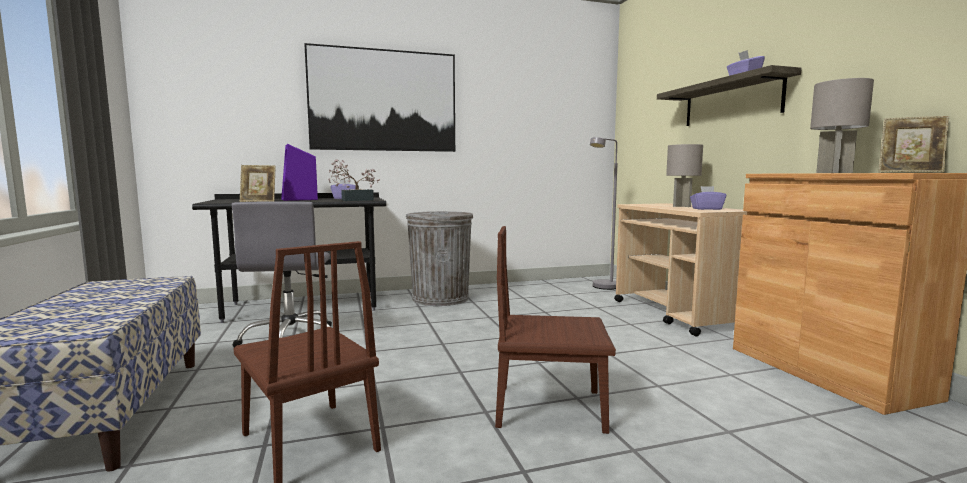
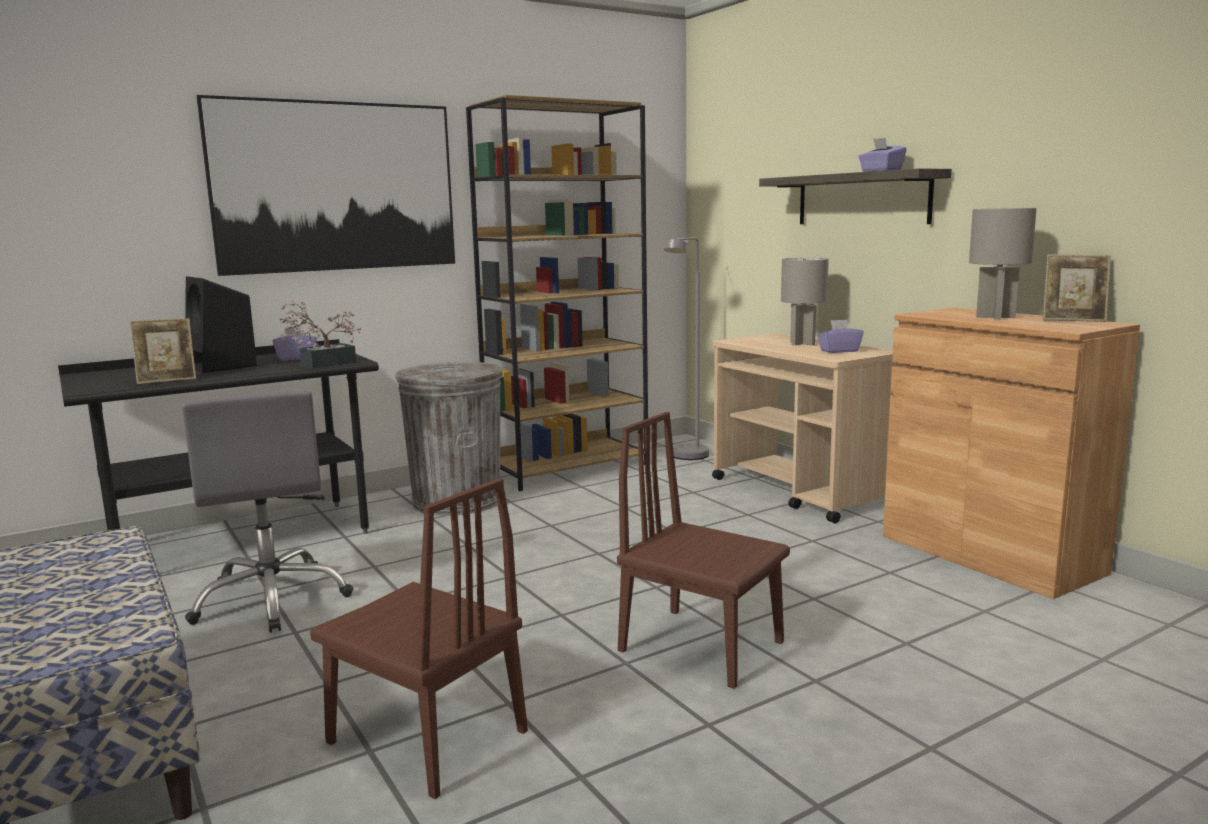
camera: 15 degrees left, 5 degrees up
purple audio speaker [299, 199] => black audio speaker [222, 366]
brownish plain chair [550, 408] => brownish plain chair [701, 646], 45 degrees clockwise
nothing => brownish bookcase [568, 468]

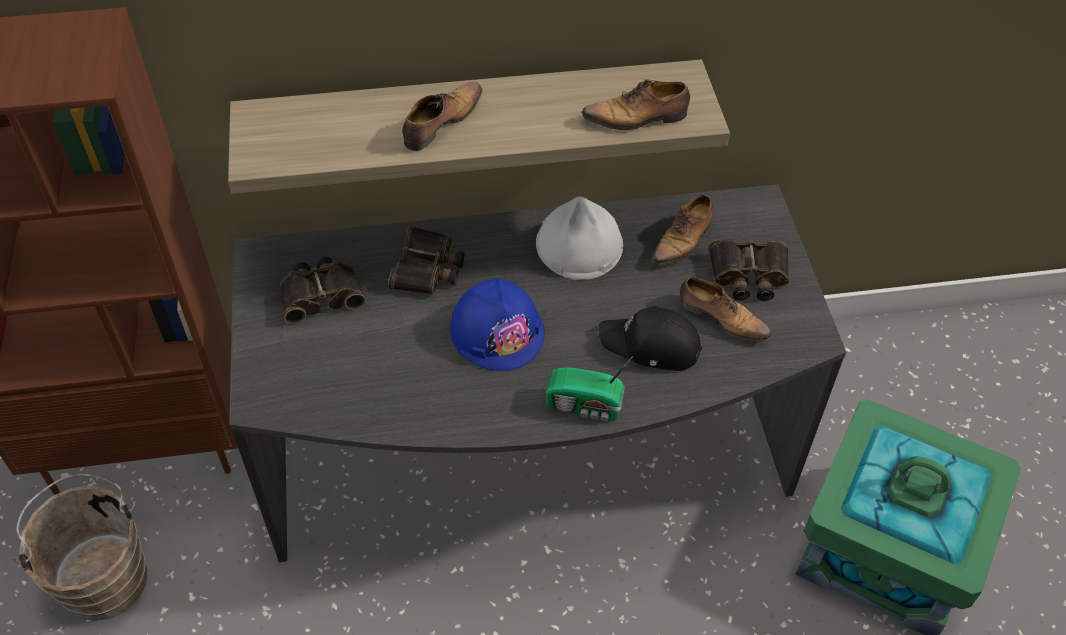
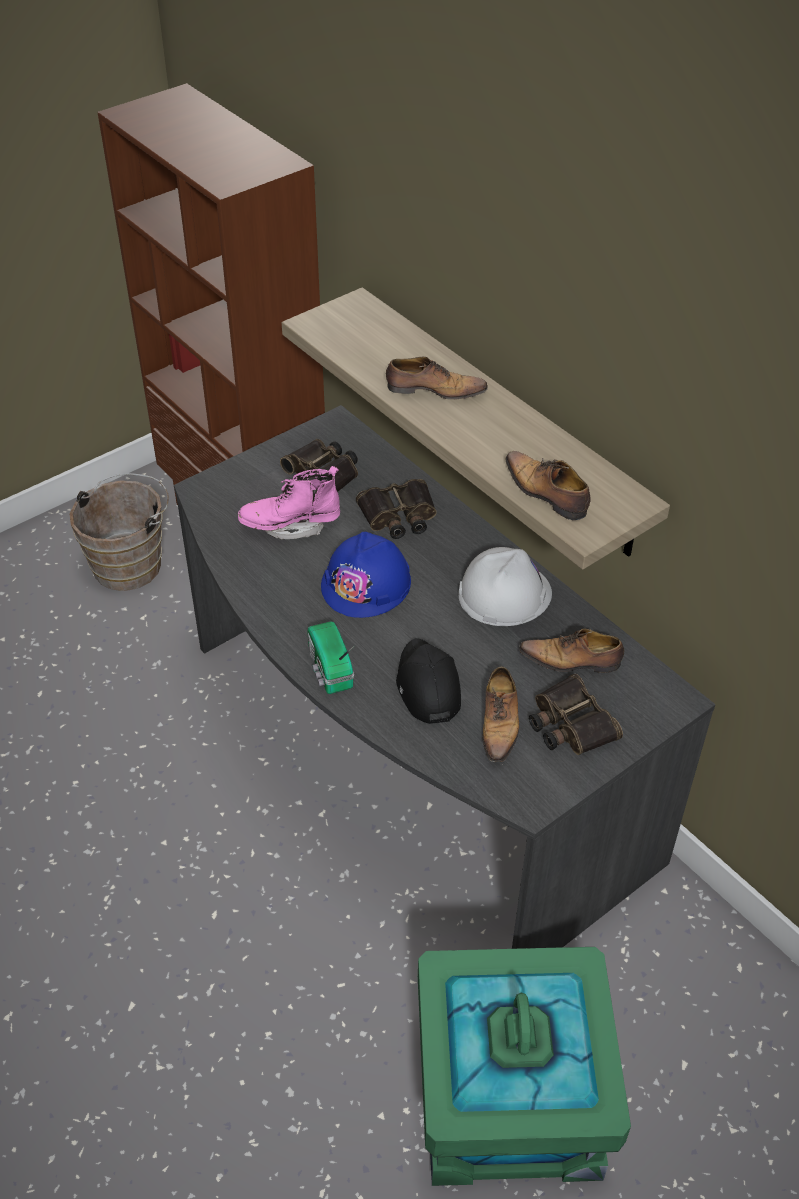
camera: 60 degrees right, 5 degrees down
nothing => pink high-top boot [291, 525]

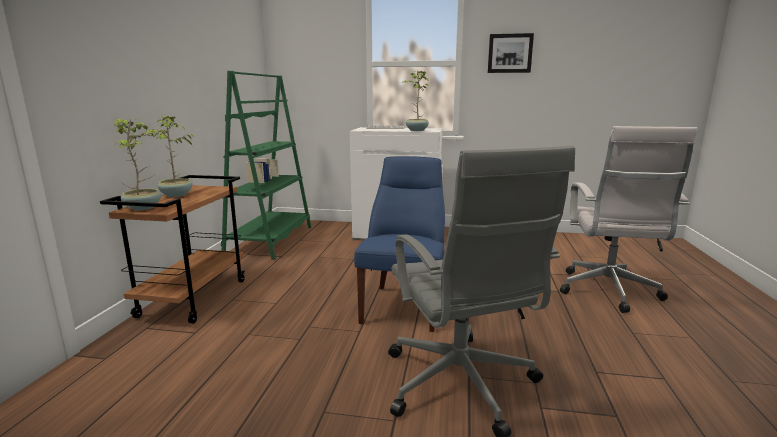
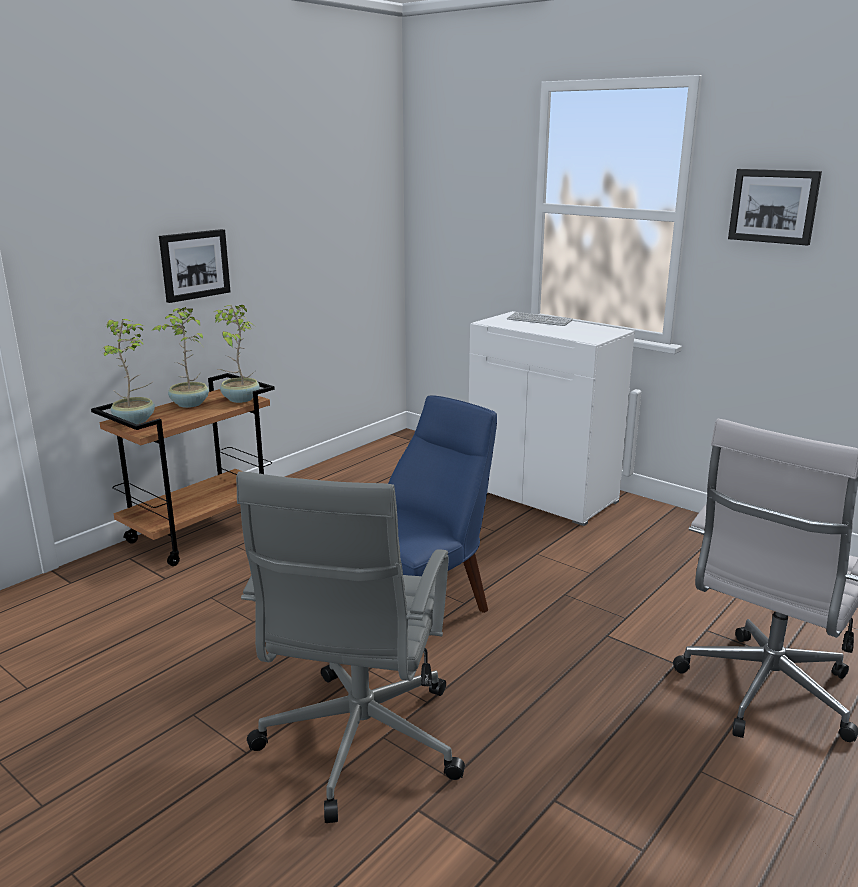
camera: 30 degrees right, 5 degrees up
green-coloured bookcase [271, 241] => nothing
potted plant [416, 130] => potted plant [239, 399], shifted
nothing => wall picture [194, 265]

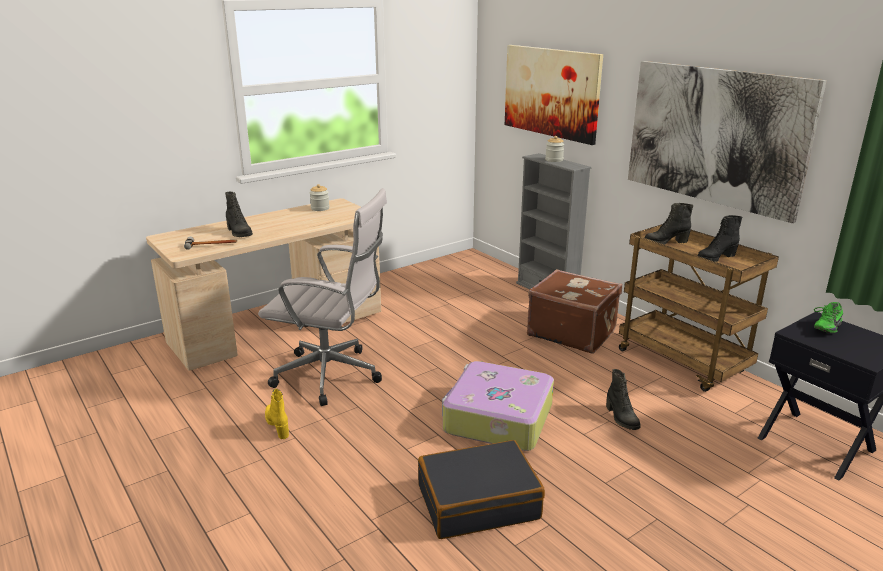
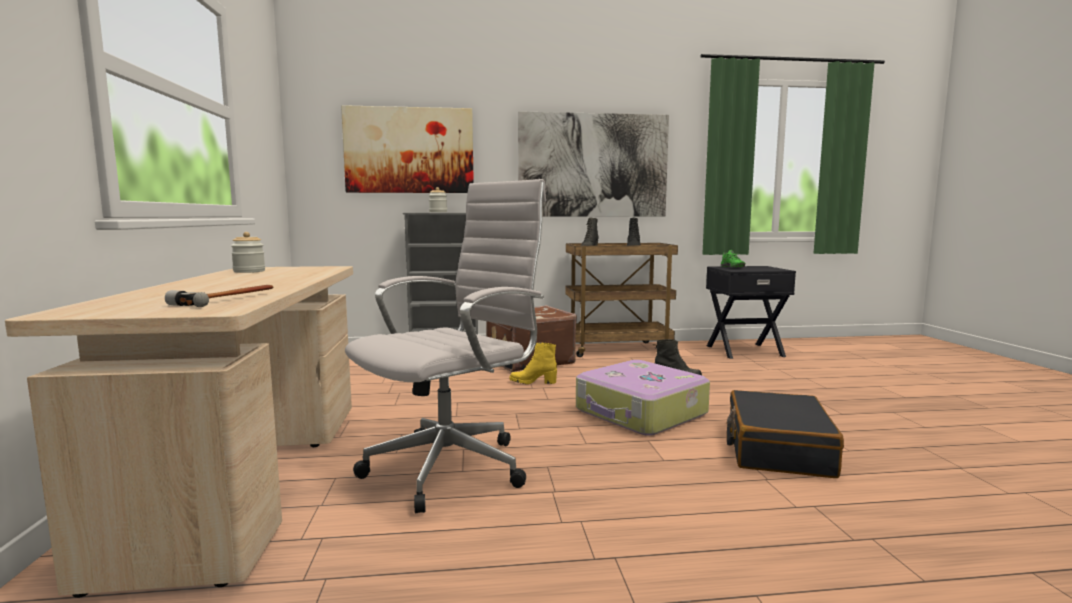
camera: 60 degrees left, 15 degrees down
black high-top boot [239, 233] => nothing
yellow high-top boot [278, 425] => yellow high-top boot [533, 382], shifted

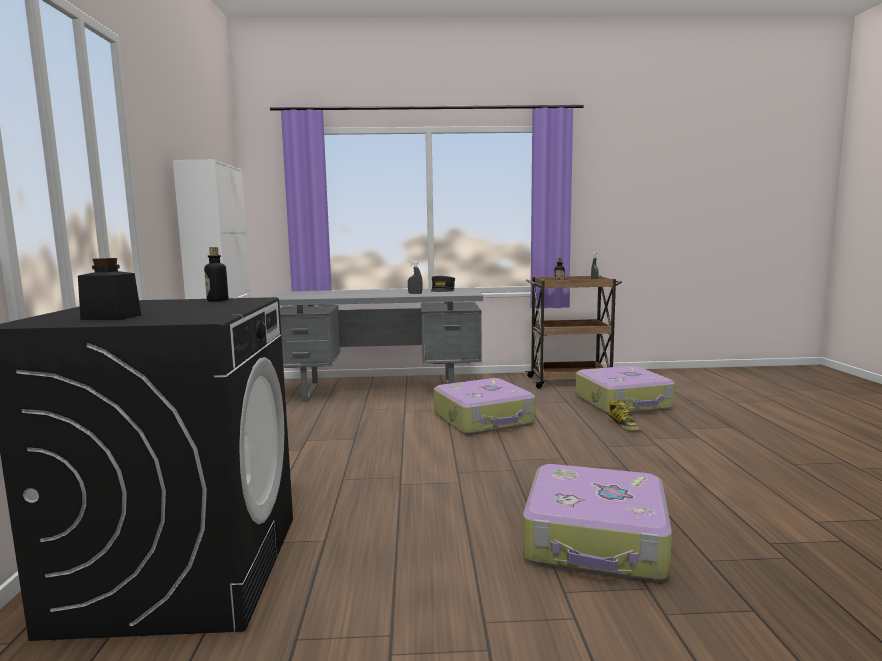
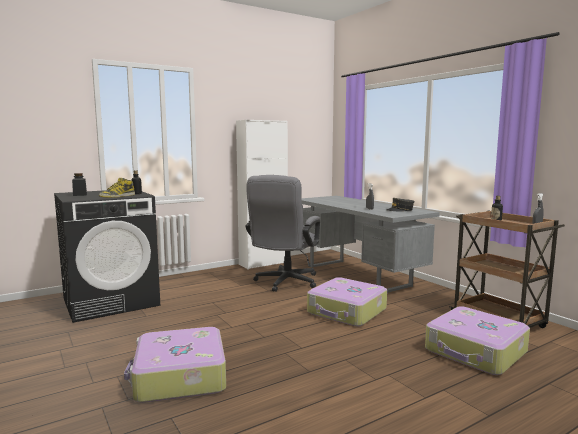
camera: 60 degrees right, 0 degrees up
high-top boot [623, 425] => high-top boot [117, 196], shifted
nothing => greyish office chair [284, 283]

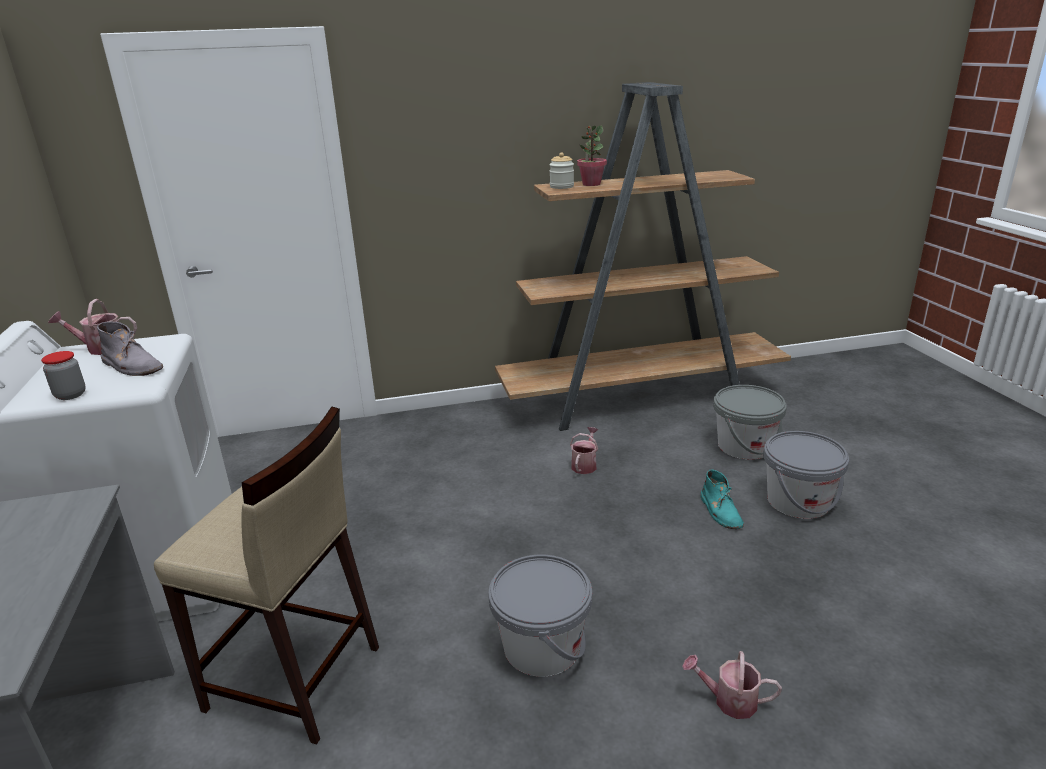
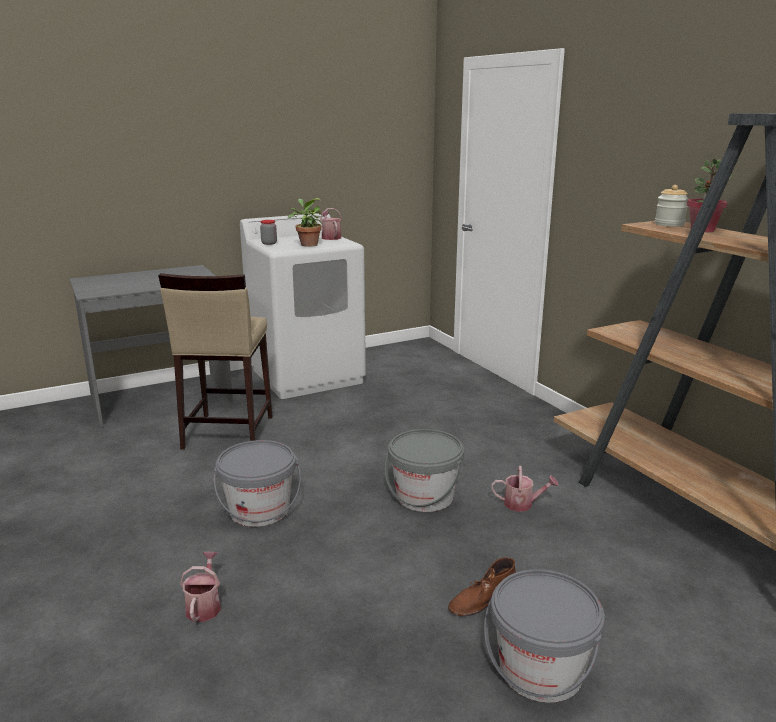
camera: 75 degrees right, 5 degrees down
greyish high-top boot [132, 366] => potted plant [307, 244]
turquoise high-top boot [720, 511] => brownish high-top boot [482, 600]
greyish water bucket [744, 446] => greyish water bucket [424, 496], shifted

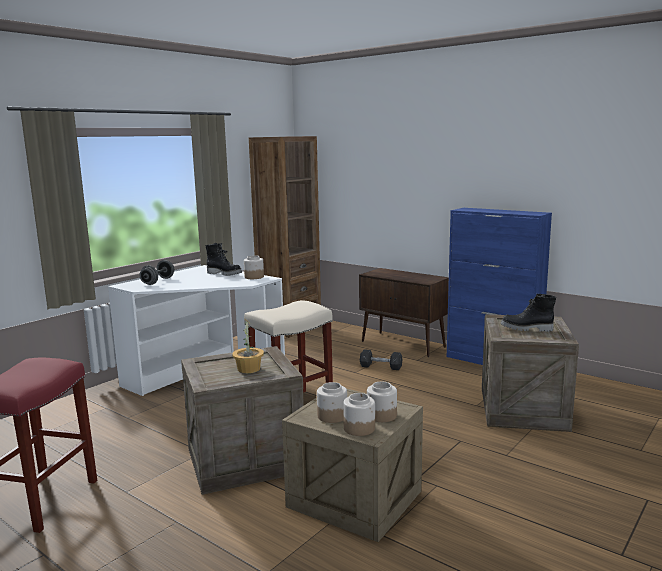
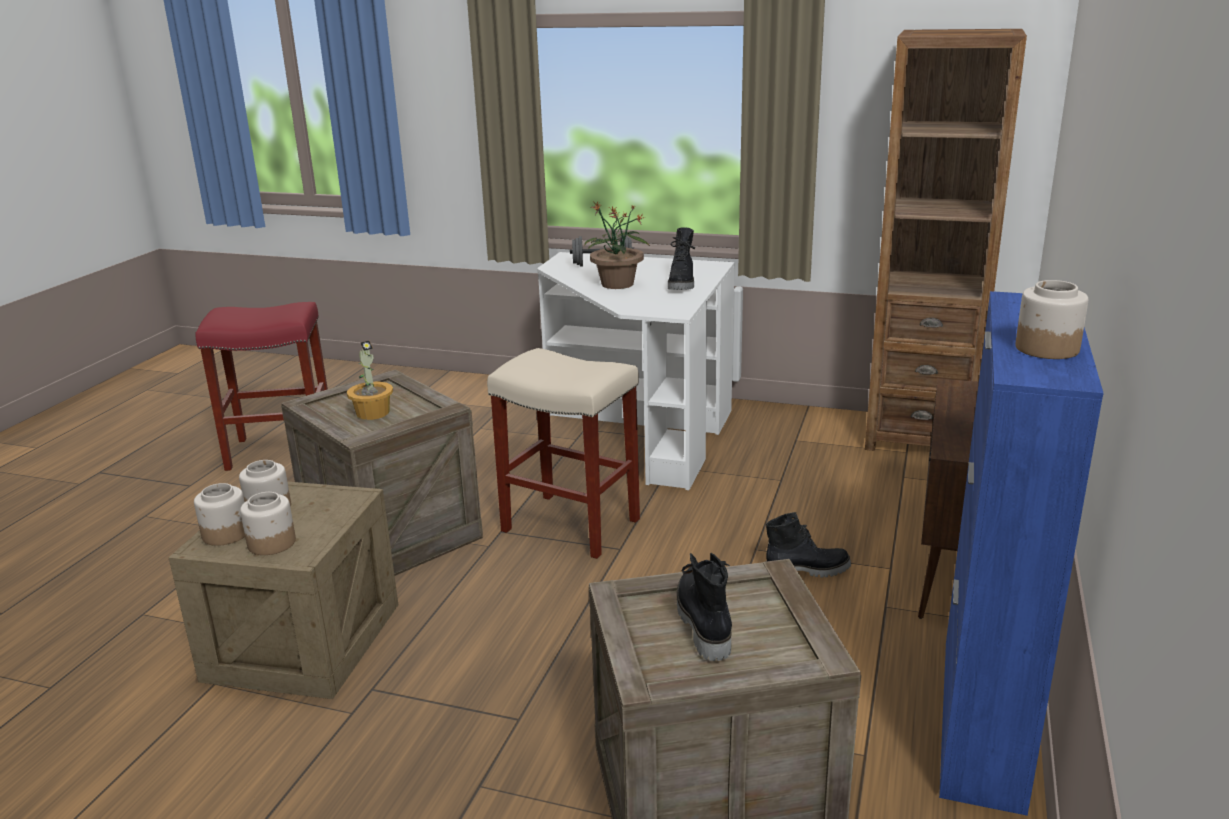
camera: 70 degrees right, 10 degrees up
storage jar [254, 277] => storage jar [1046, 348], shifted
greyish free weight [381, 367] => black high-top boot [807, 570]
nothing => potted plant [617, 284]

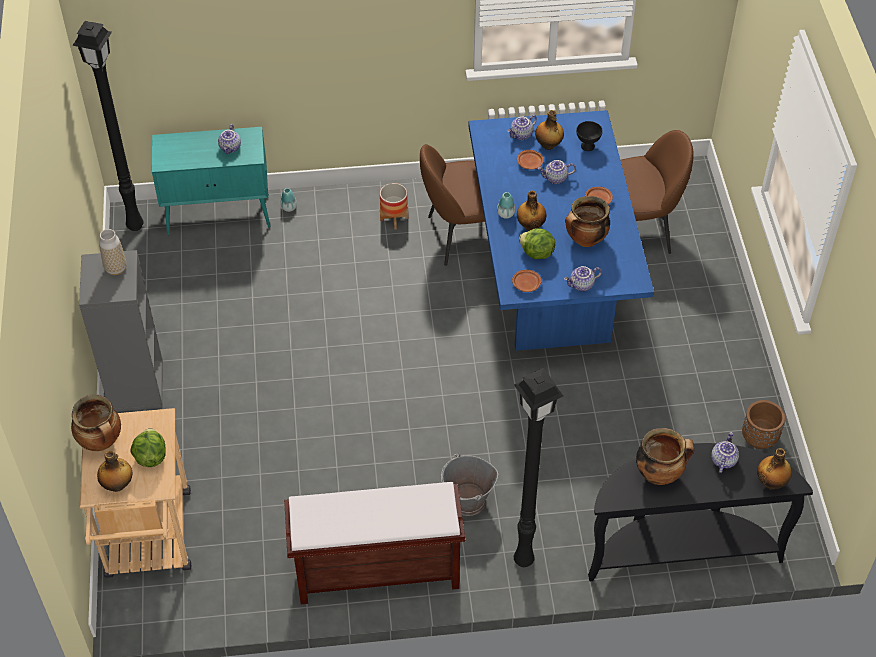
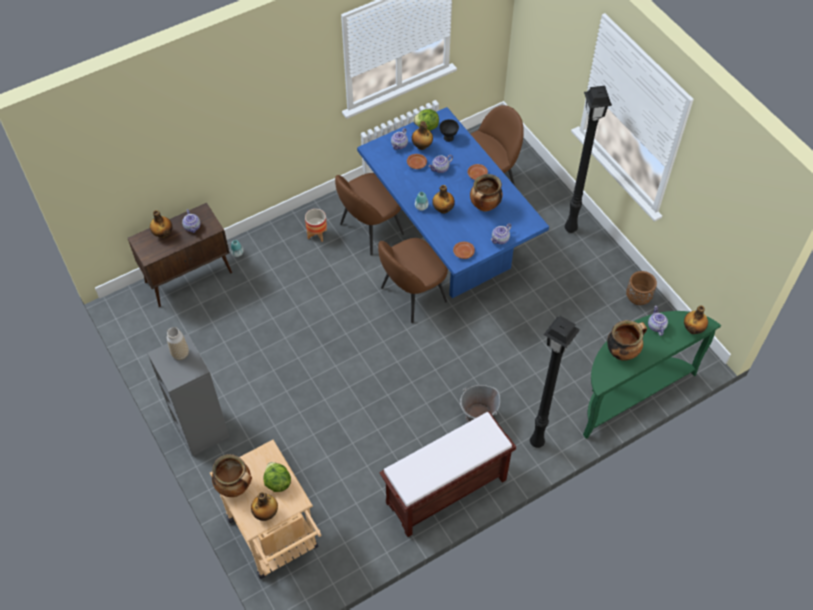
camera: 25 degrees left, 5 degrees up
black standard lamp [134, 225] => black standard lamp [569, 228], shifted
turquoise storage cabinet [219, 214] => brownish storage cabinet [189, 277]
head of lettuce [536, 253] => head of lettuce [426, 127], shifted
black console table [680, 548] => green-coloured console table [630, 392]
nothing => beverage bottle [163, 234]
nothing => brownish plain chair [412, 295]

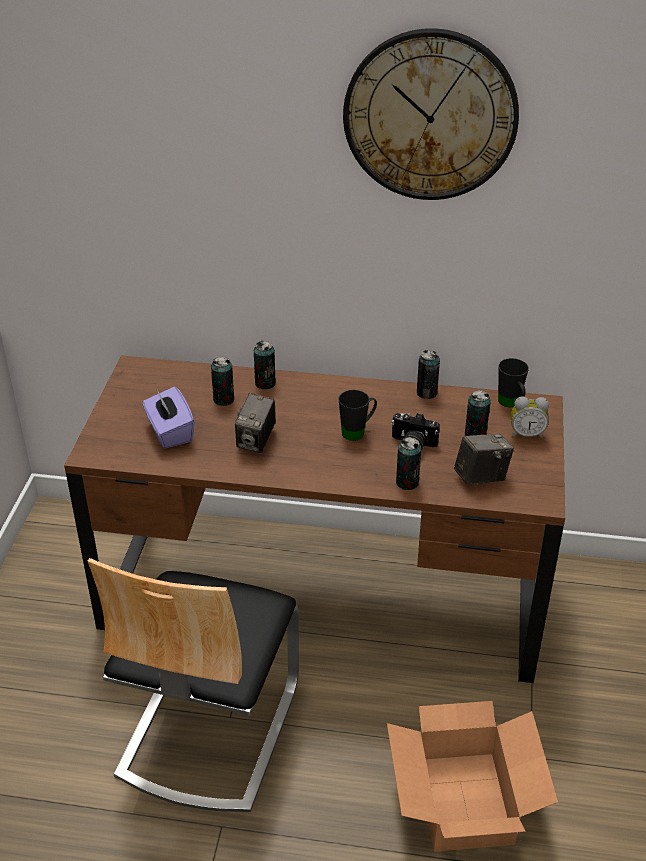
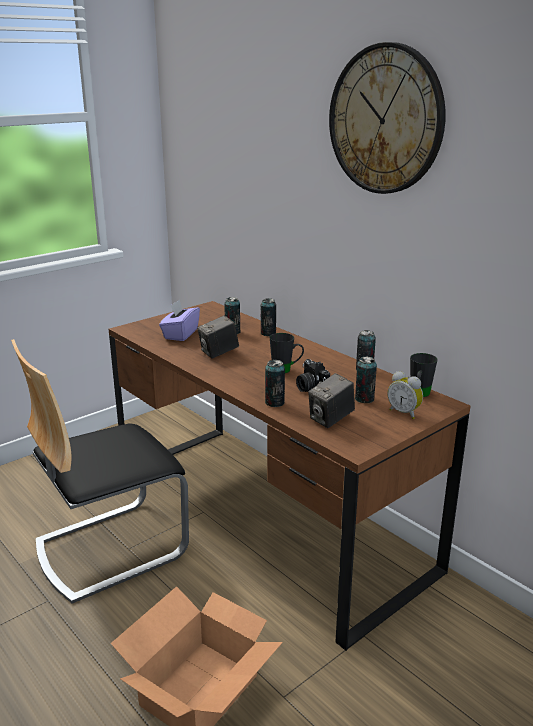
camera: 40 degrees right, 15 degrees down
still camera [481, 477] => still camera [331, 419], 120 degrees clockwise

